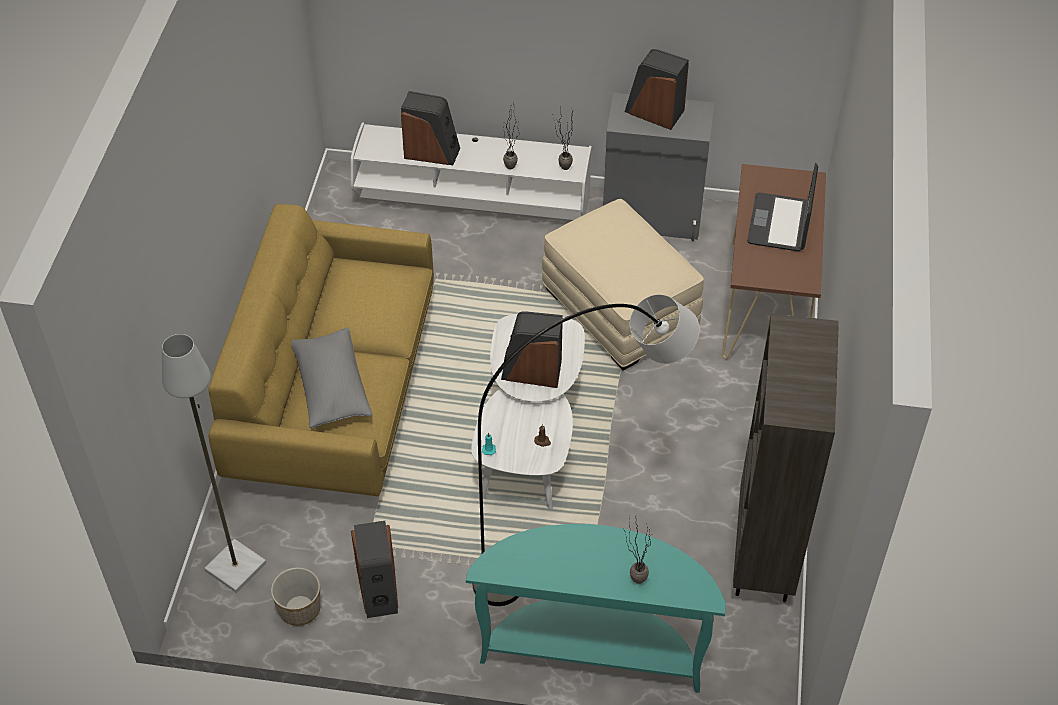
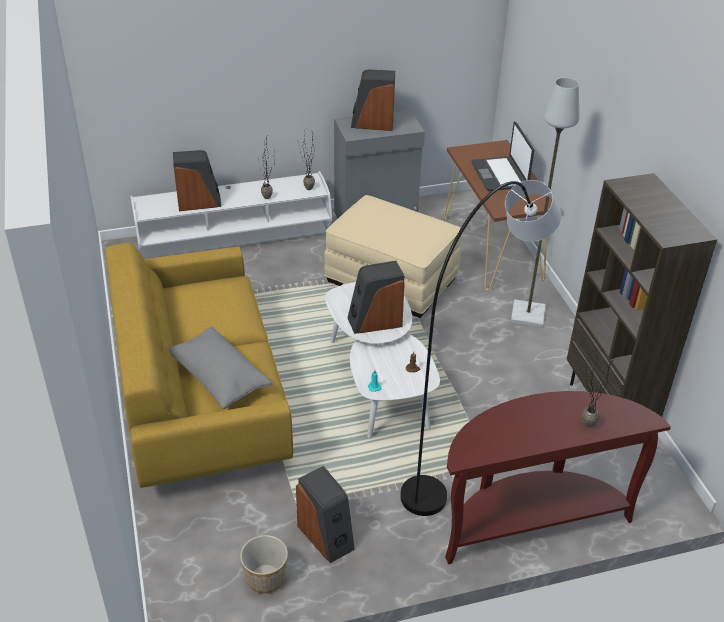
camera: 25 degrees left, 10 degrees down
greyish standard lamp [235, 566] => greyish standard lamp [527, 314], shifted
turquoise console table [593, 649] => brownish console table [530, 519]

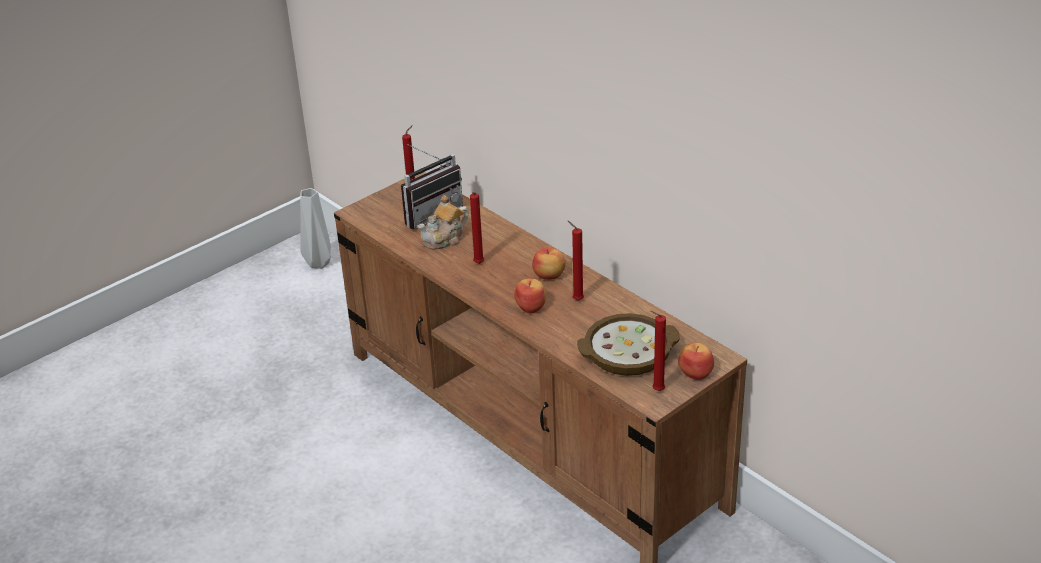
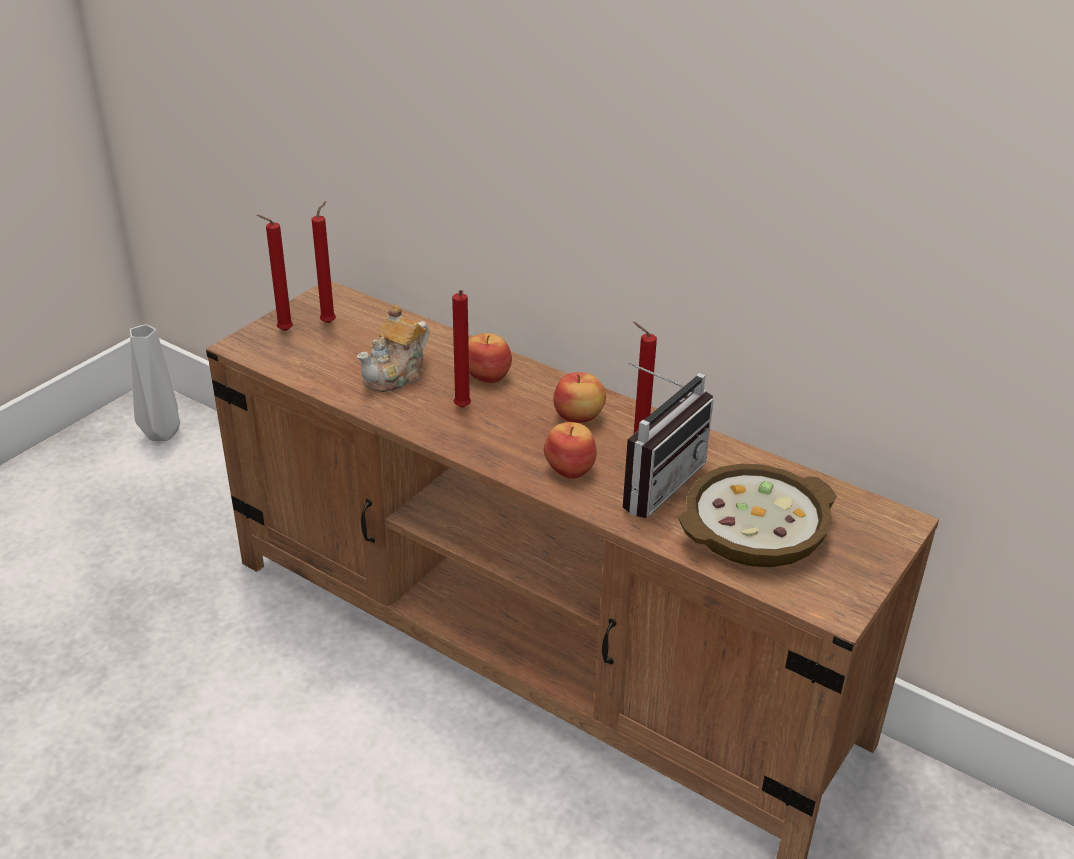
camera: 15 degrees left, 0 degrees up
radio set [430, 213] => radio set [653, 481], shifted
red-coloured wax candle [656, 391] => red-coloured wax candle [282, 331], shifted
whole apple [696, 372] => whole apple [487, 375], shifted

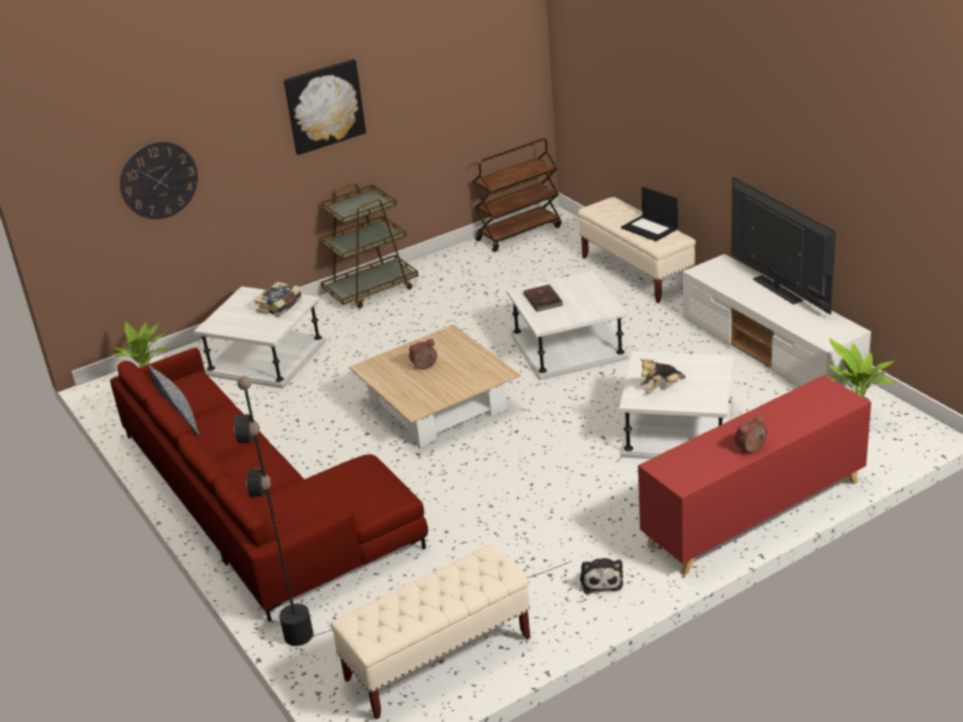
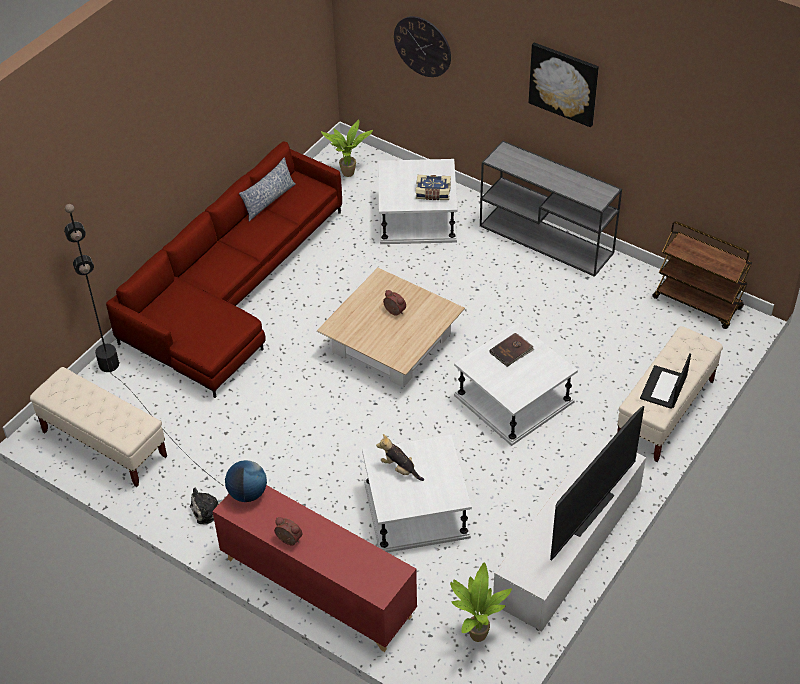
camera: 65 degrees right, 15 degrees up
brownish cart [371, 290] => greyish console table [547, 240]
nothing => world globe [247, 493]

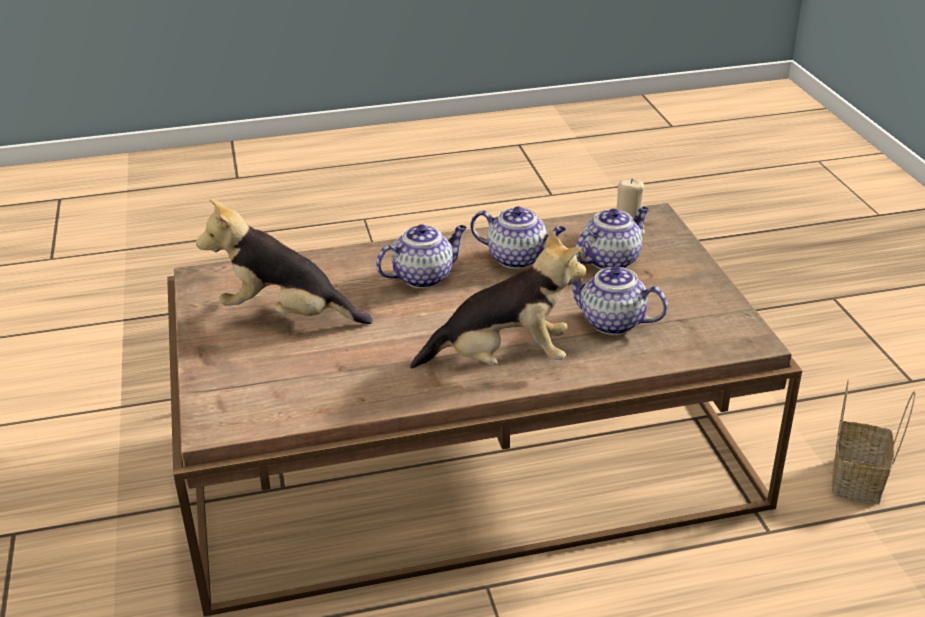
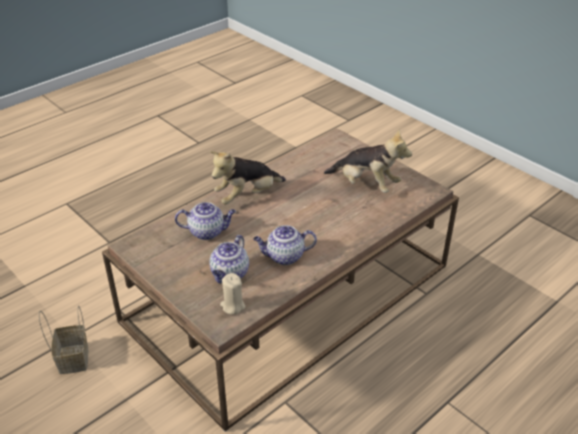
camera: 150 degrees right, 5 degrees up
plush toy [287, 315] => plush toy [366, 185], 45 degrees clockwise
tea pot [424, 276] => nothing

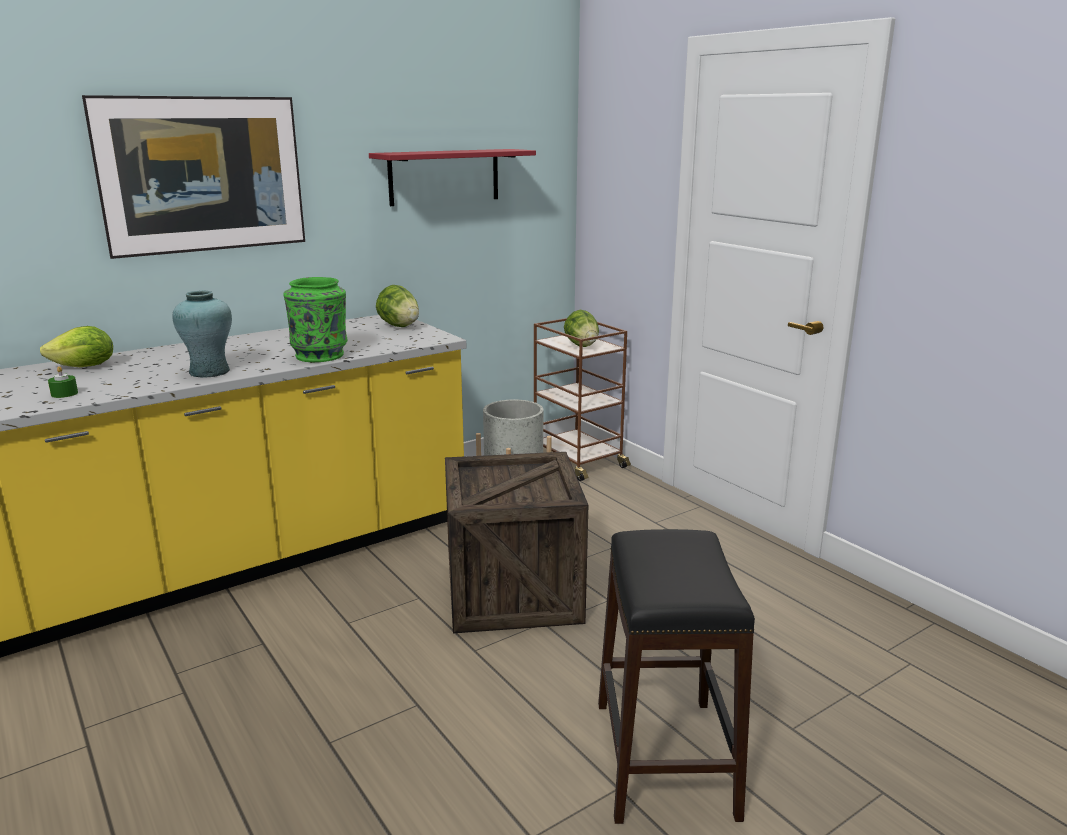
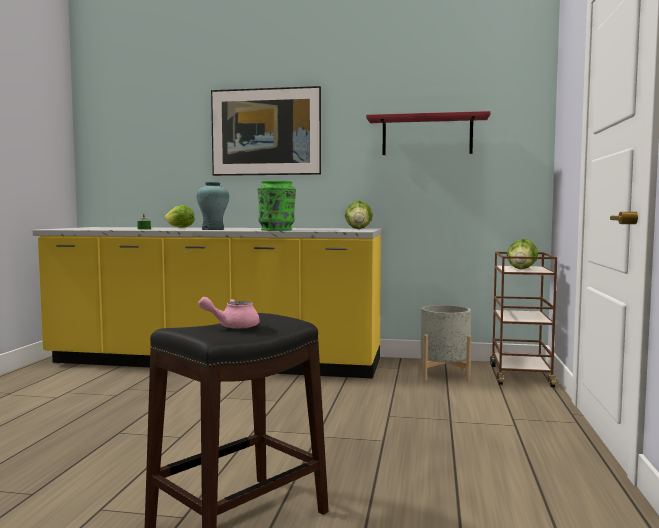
camera: 45 degrees right, 15 degrees down
packing crate [513, 592] => nothing
nothing => pink tea pot [232, 326]

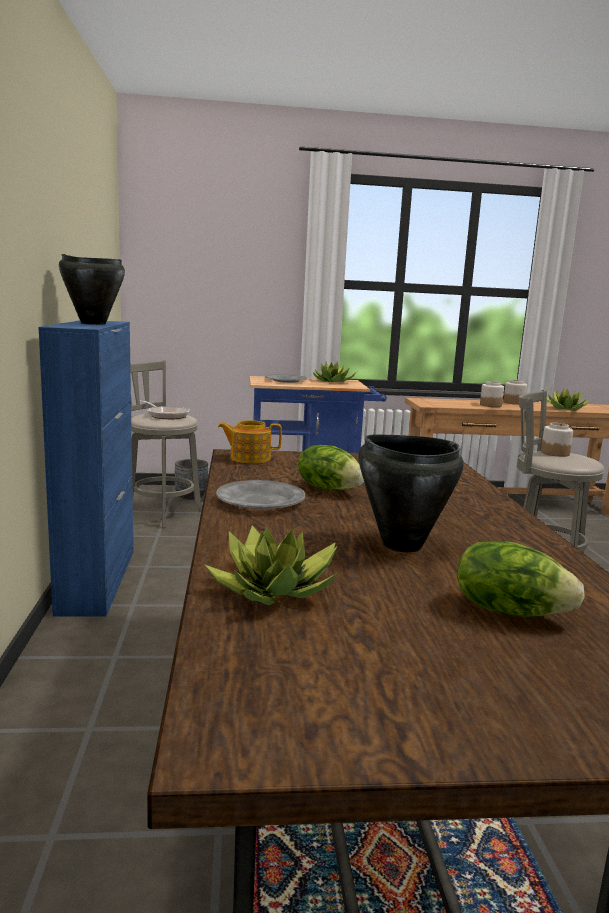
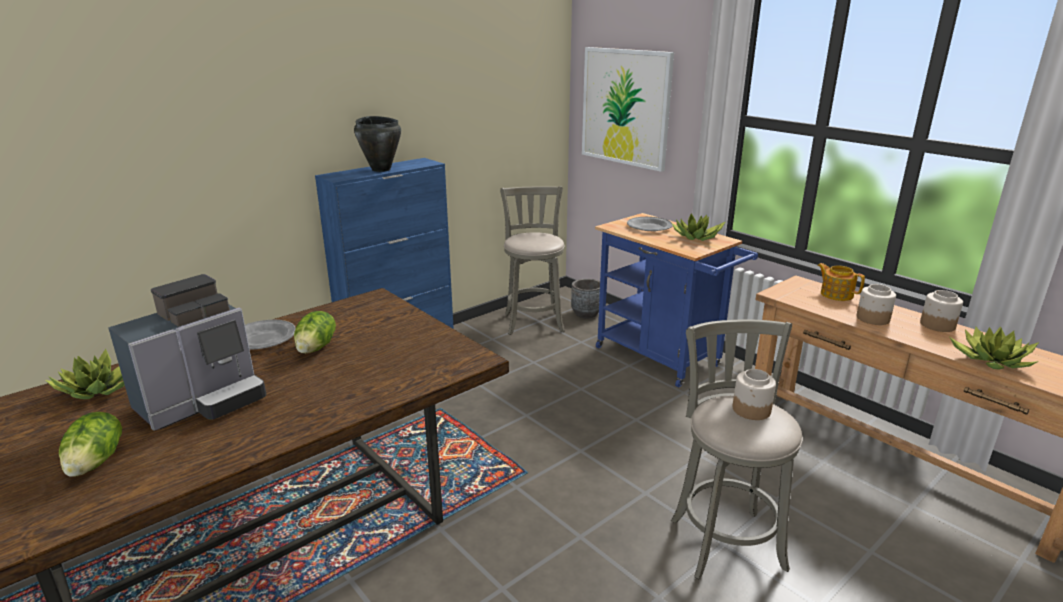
camera: 55 degrees right, 10 degrees up
pan [166, 415] => nothing
tea pot [249, 458] => tea pot [836, 294], shifted
black stockpot [401, 544] => coffee machine [203, 402]
nothing => wall picture [625, 107]

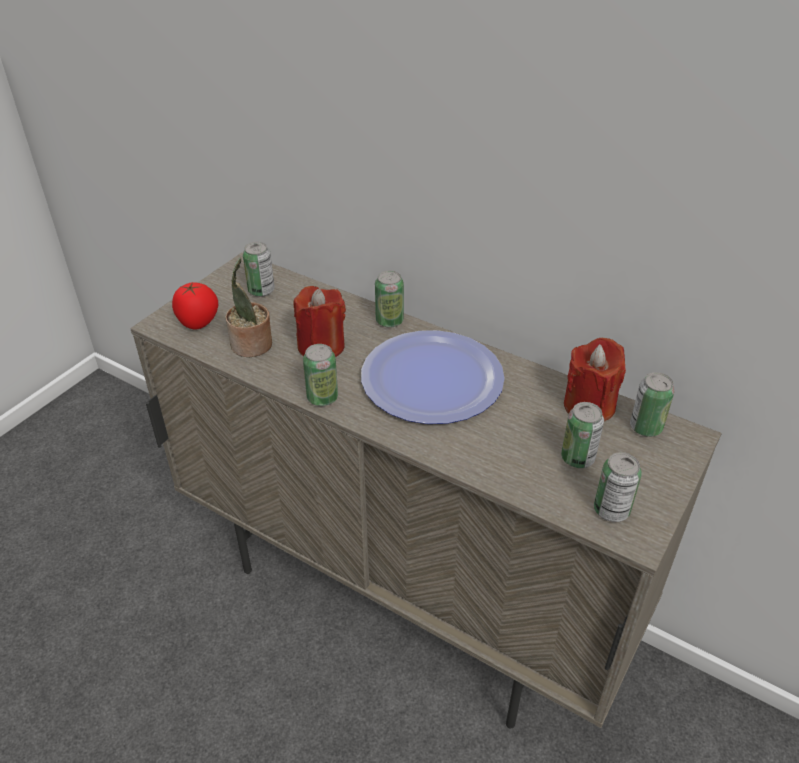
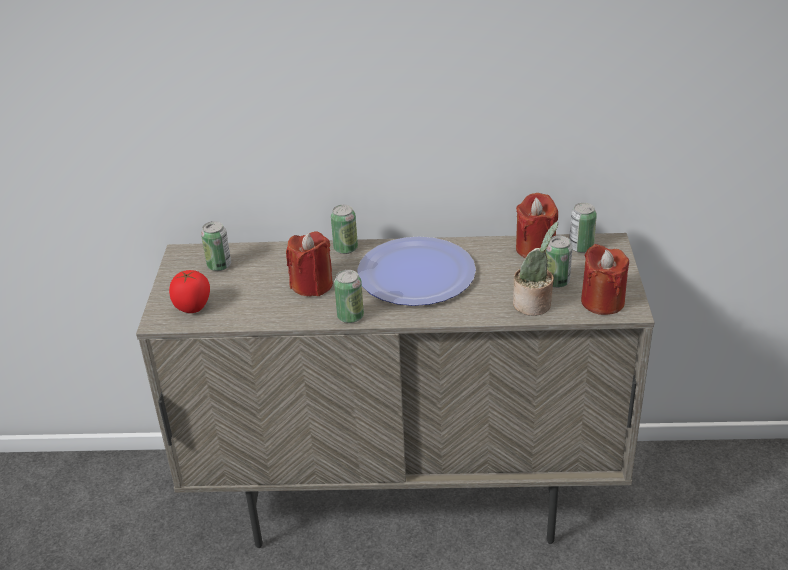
camera: 30 degrees left, 5 degrees down
potted plant [251, 346] => potted plant [534, 305], shifted
can [611, 510] => red-coloured wax candle [602, 302]

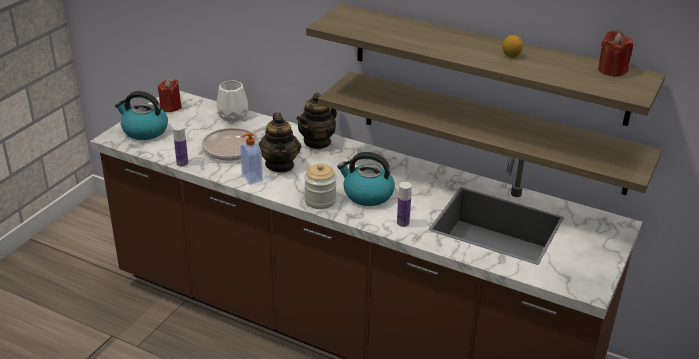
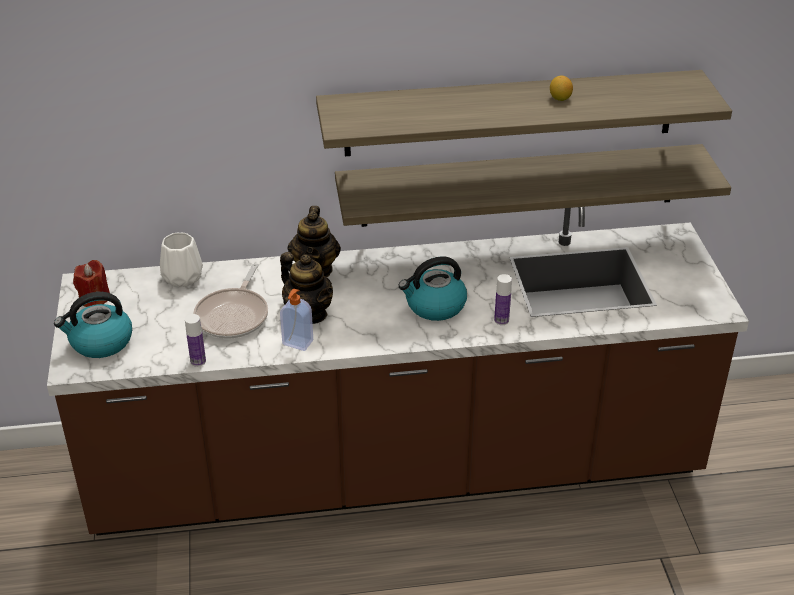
camera: 35 degrees left, 5 degrees up
storage jar [320, 200] => nothing
red-coloured wax candle [612, 70] => nothing

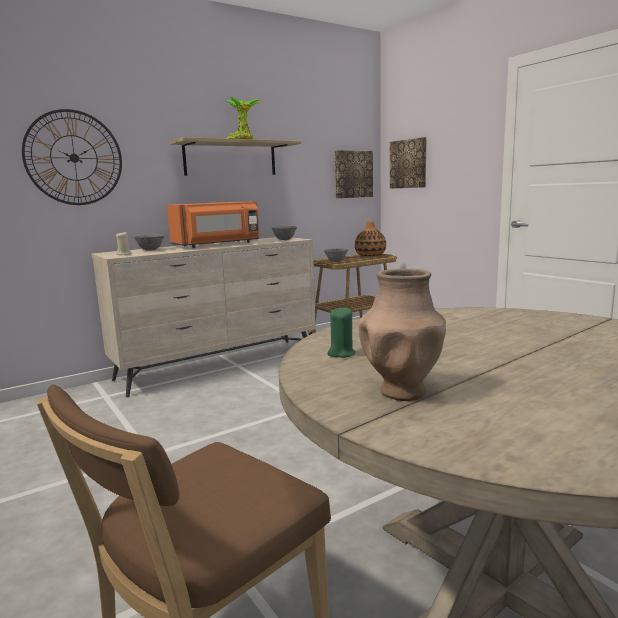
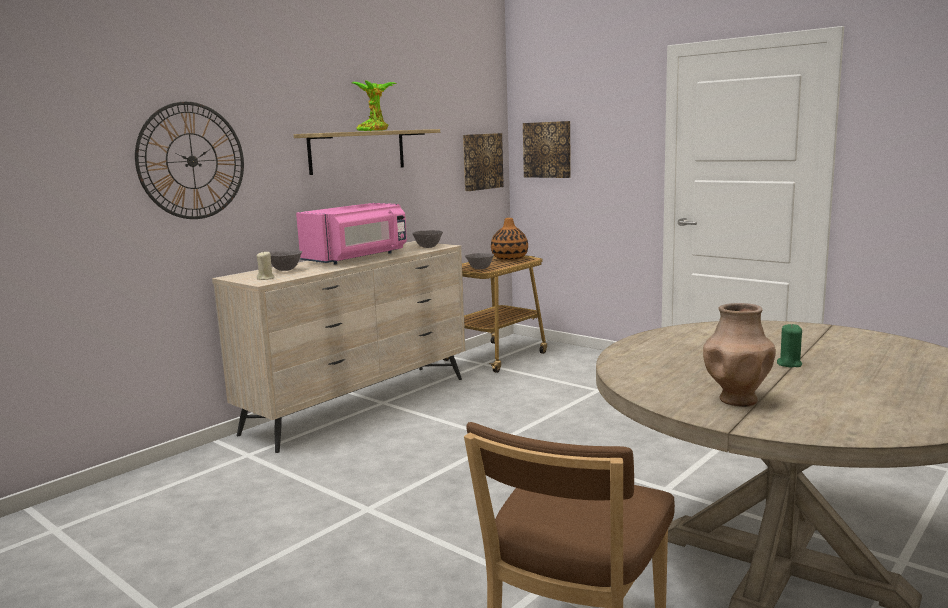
camera: 15 degrees left, 0 degrees up
orangey microwave oven [218, 245] => pink microwave oven [357, 258]
green-coloured wax candle [341, 353] => green-coloured wax candle [789, 364], shifted

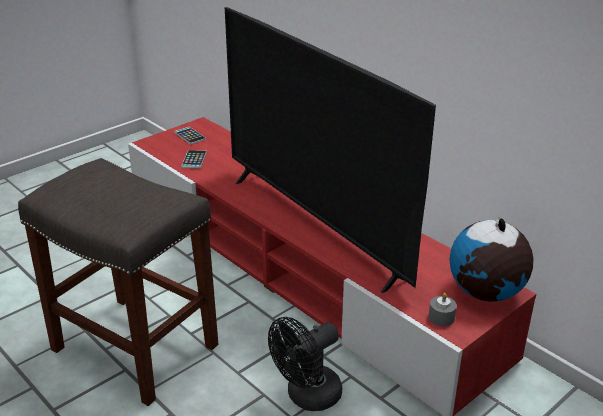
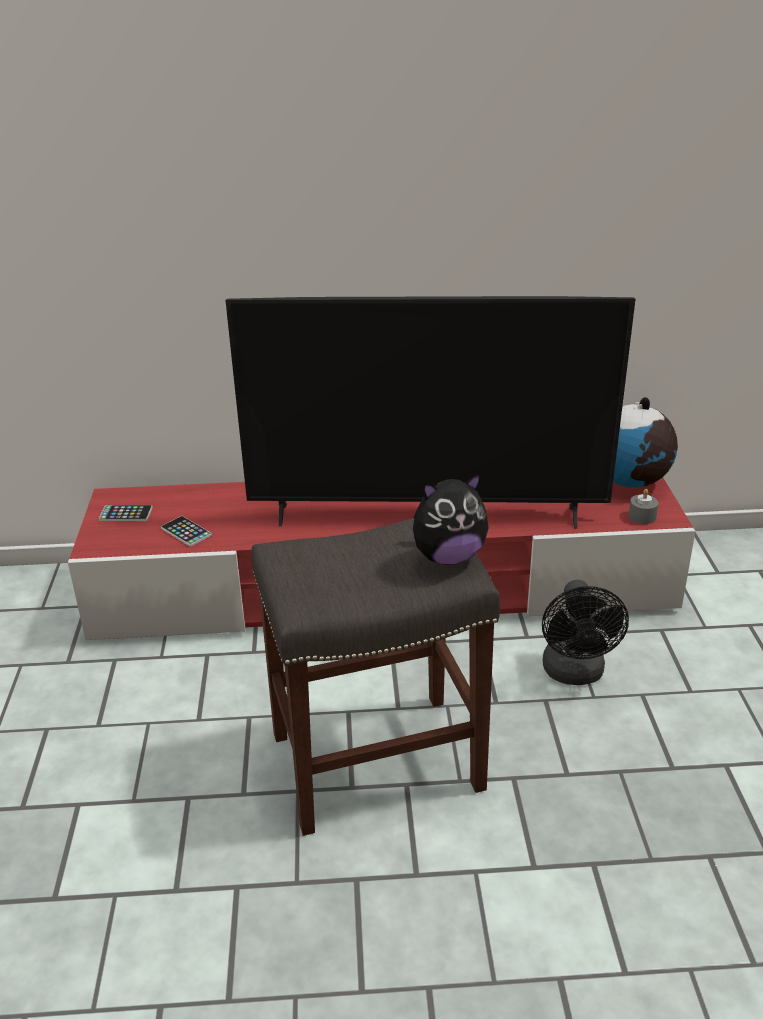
camera: 50 degrees left, 0 degrees up
nothing => plush toy [448, 556]

